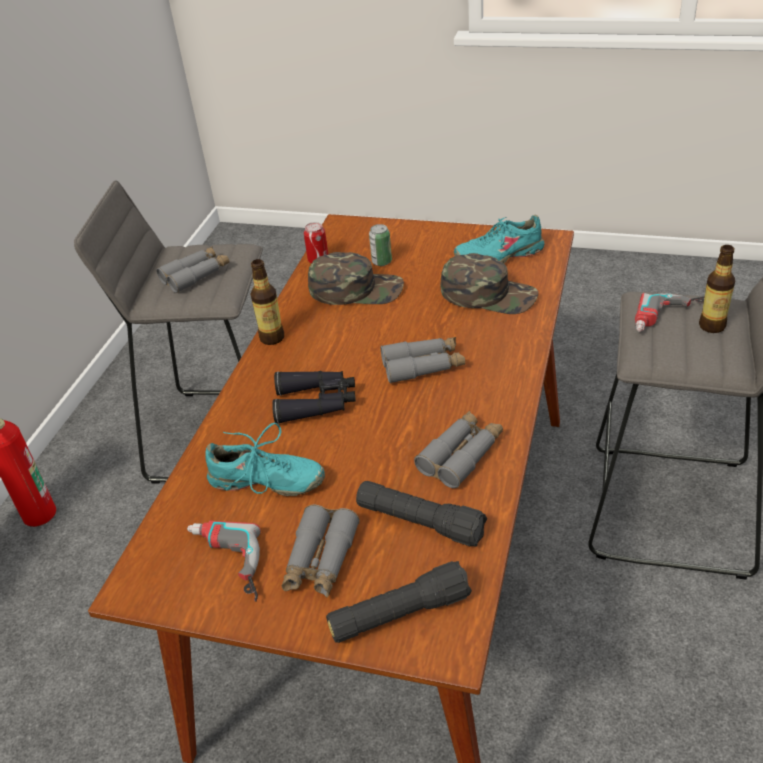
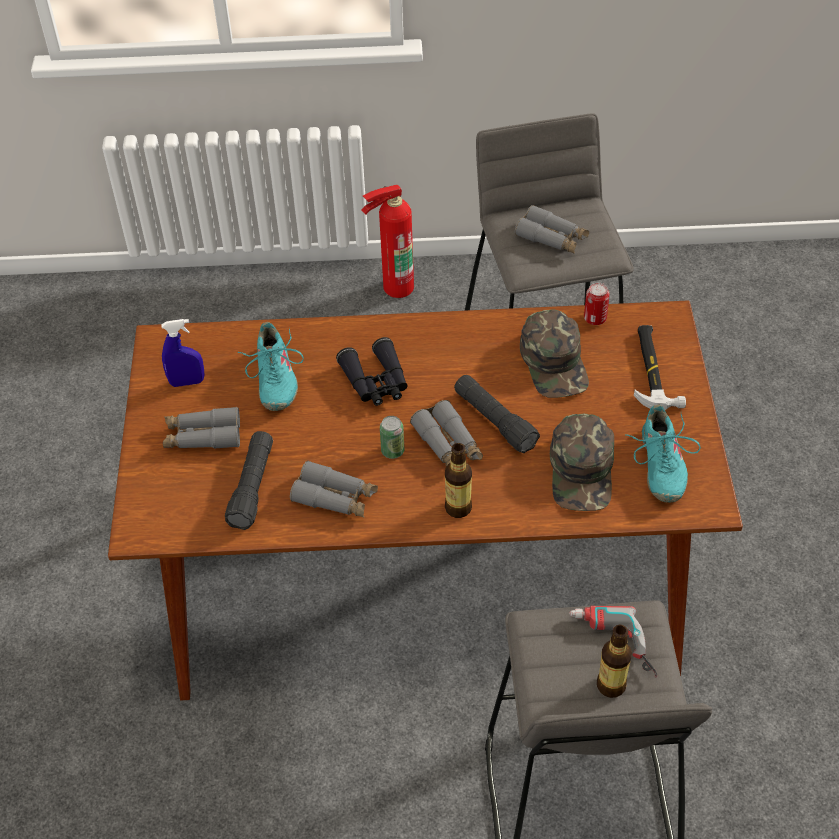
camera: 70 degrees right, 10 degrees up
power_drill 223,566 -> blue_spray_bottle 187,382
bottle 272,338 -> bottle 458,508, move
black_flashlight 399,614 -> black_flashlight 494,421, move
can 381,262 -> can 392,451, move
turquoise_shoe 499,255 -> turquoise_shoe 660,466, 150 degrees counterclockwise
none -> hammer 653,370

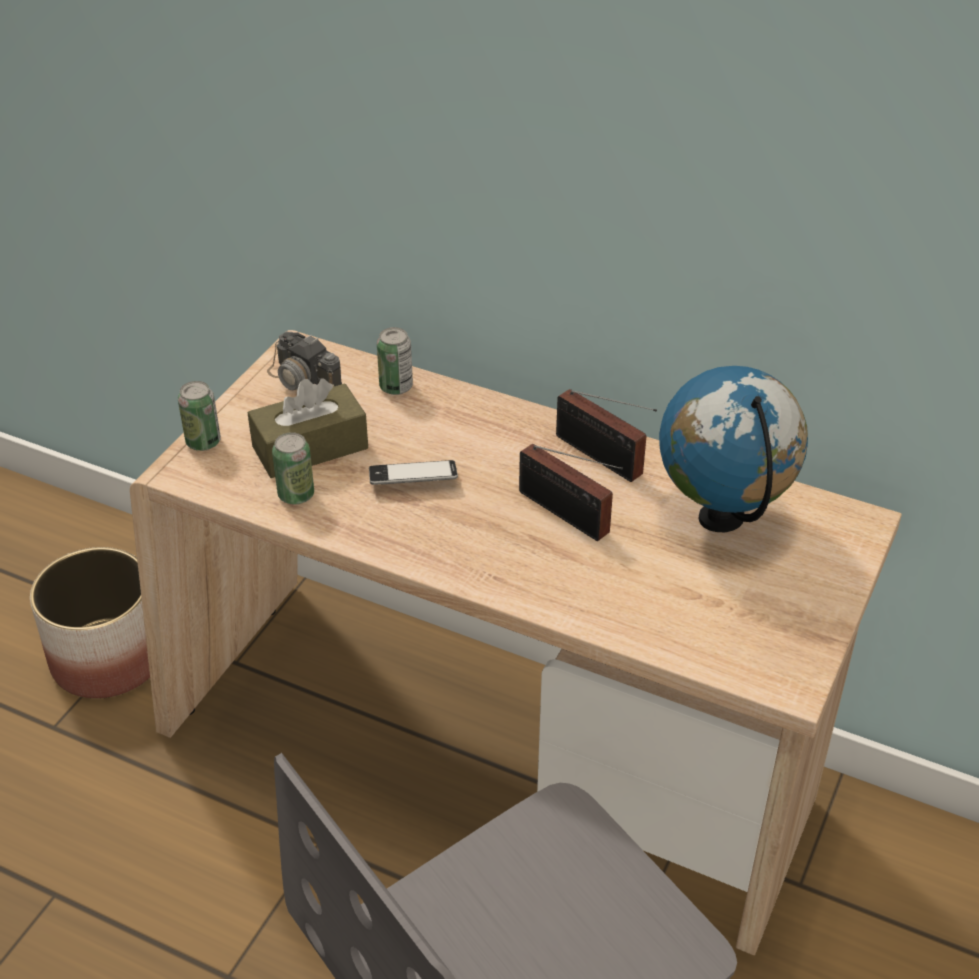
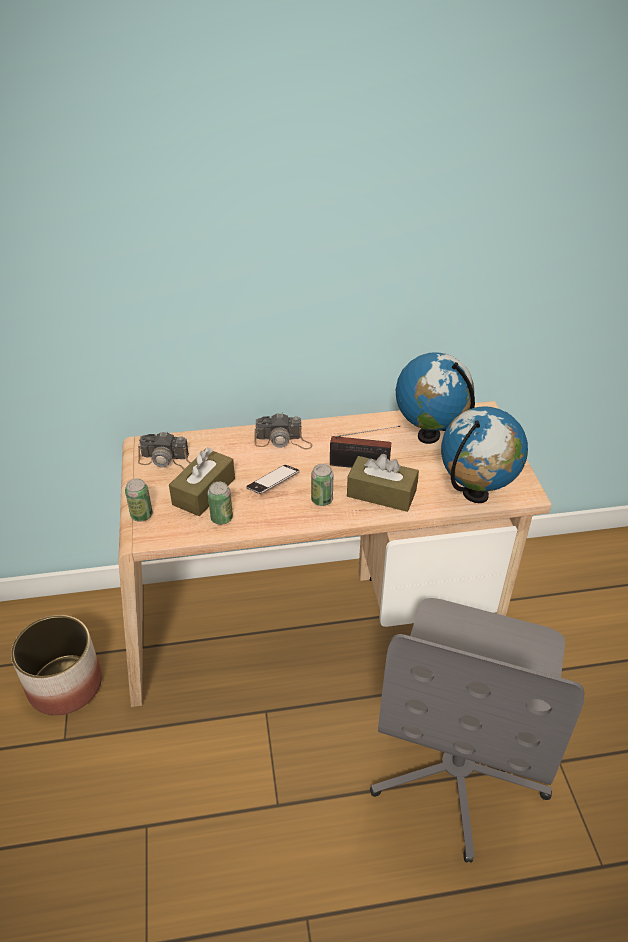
camera: 35 degrees left, 0 degrees up
can 396,387 -> can 322,500, move
radio 602,458 -> none
none -> photo_camera 283,441
none -> brown_tissue_box 381,493
none -> globe 475,495

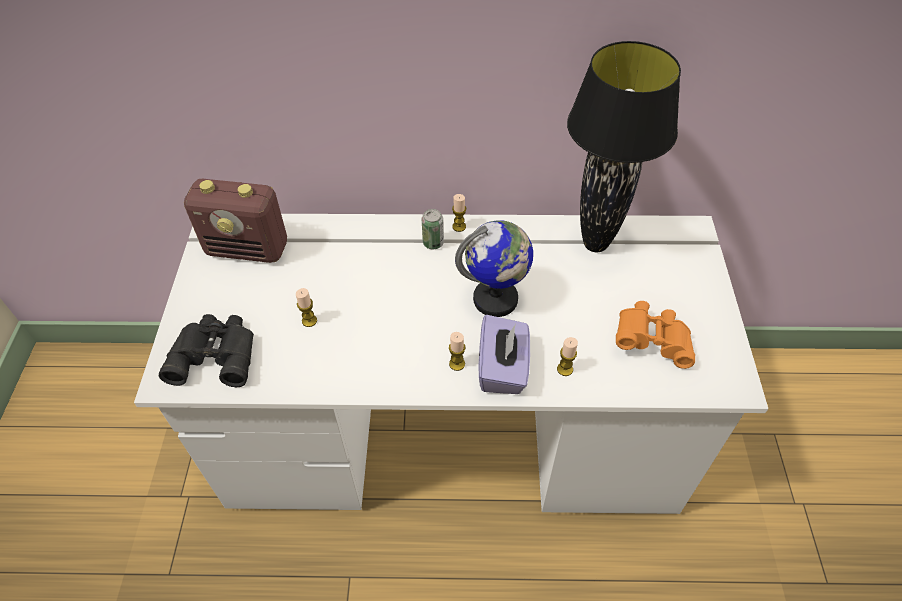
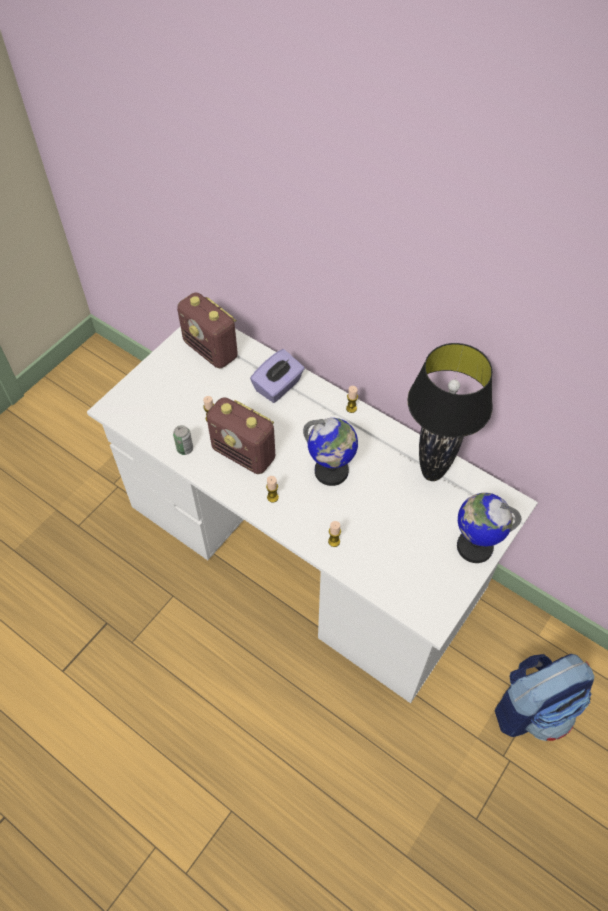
camera: 35 degrees right, 5 degrees up
black_binoculars 215,353 -> none
can 433,243 -> can 185,449, move
purple_tissue_box 503,369 -> purple_tissue_box 278,386, move
orange_binoculars 652,341 -> none
none -> radio 244,454
none -> globe 474,546
none -> backpack 532,707

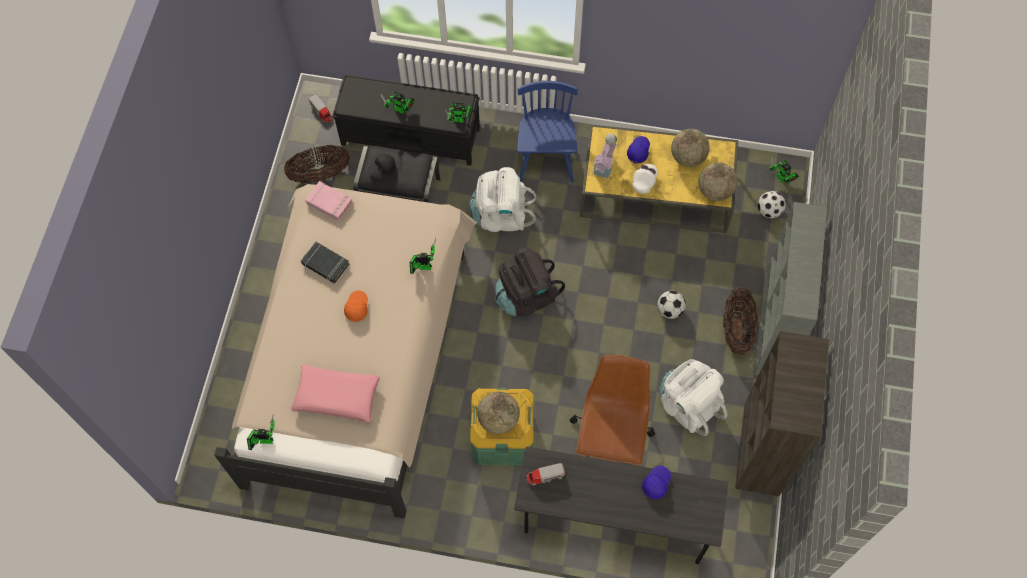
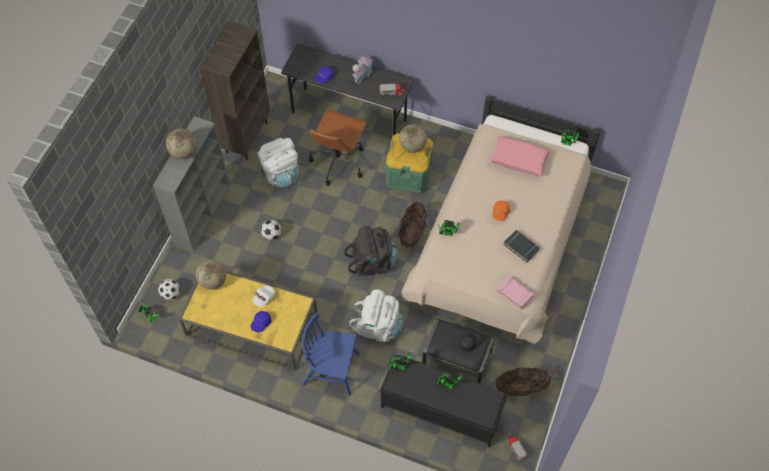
camera: 170 degrees left, 5 degrees down
blue_chair 546,157 -> blue_chair 331,370, 90 degrees clockwise
toy_house 605,165 -> toy_house 362,75, move
globe 688,157 -> globe 183,152, move
basket 736,329 -> basket 412,233, move

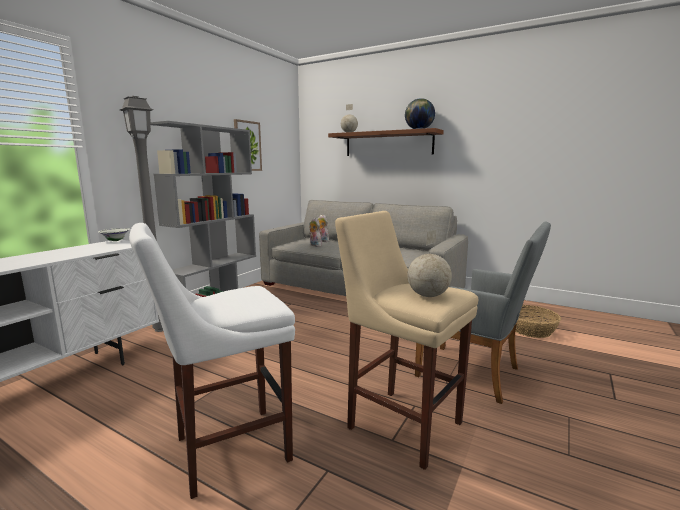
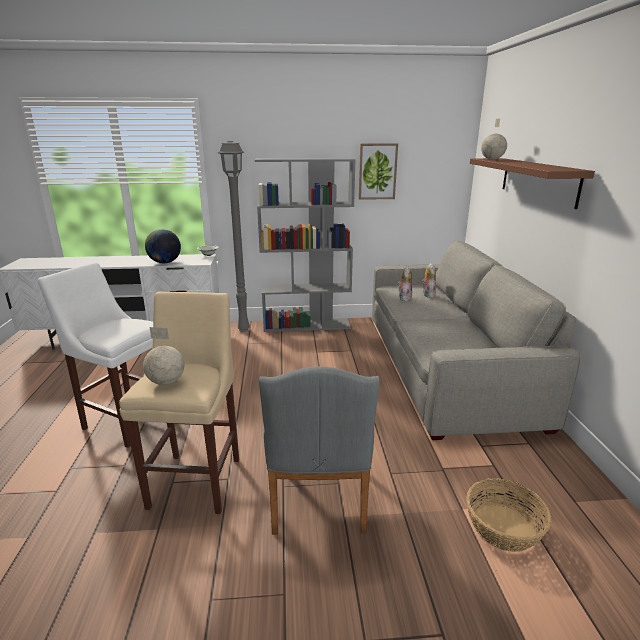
camera: 55 degrees right, 10 degrees up
globe 419,129 -> globe 165,262, move

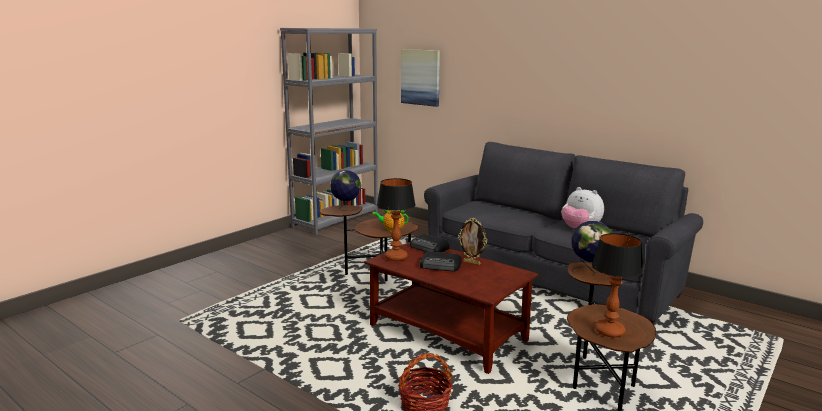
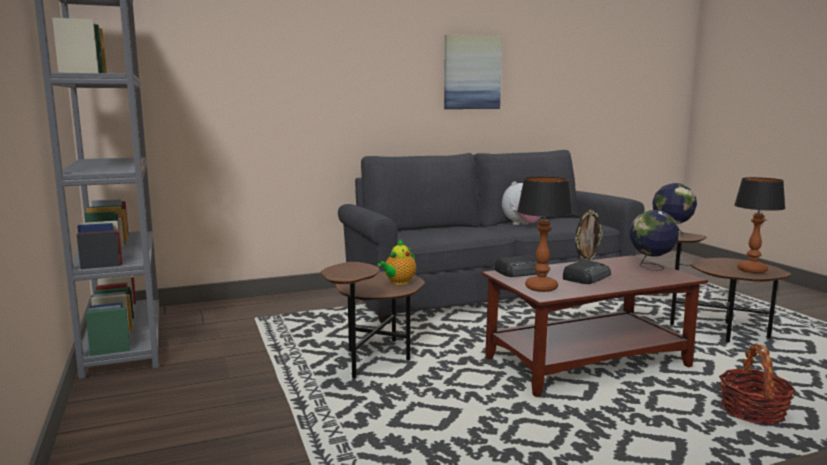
camera: 60 degrees left, 5 degrees down
globe 346,208 -> globe 651,268, move
picture 421,77 -> picture 472,72, move

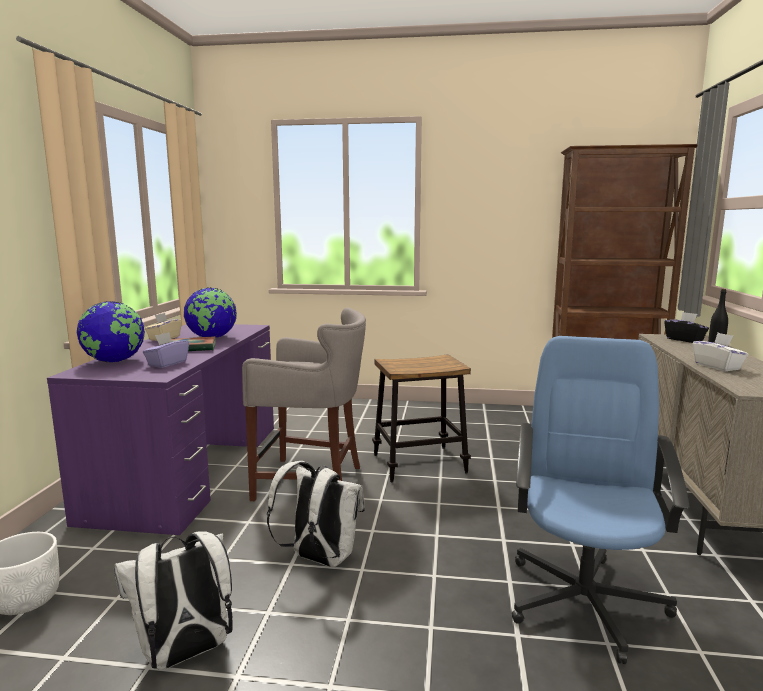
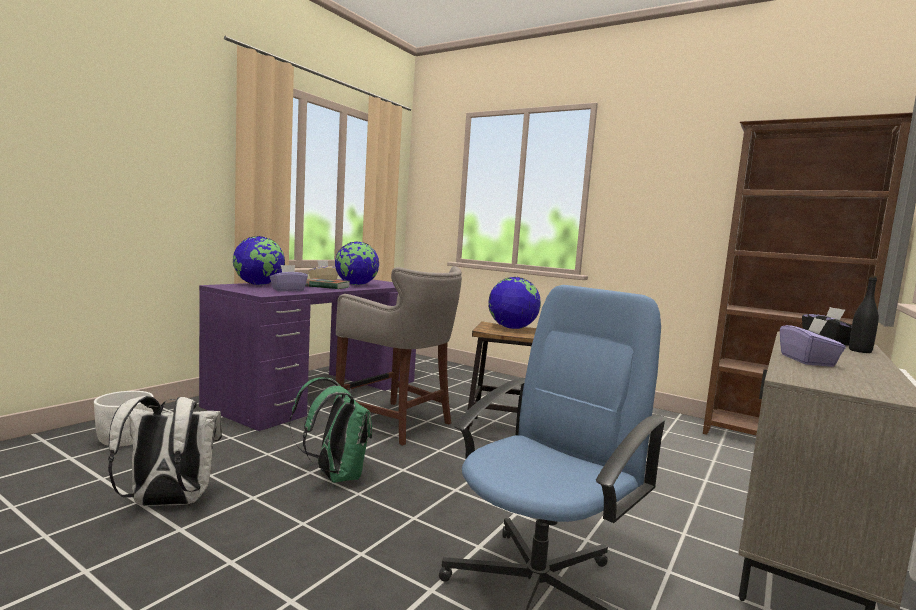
camera: 25 degrees right, 5 degrees down
white_backpack 319,559 -> green_backpack 334,475
white_tissue_box 717,366 -> purple_tissue_box 807,361
none -> globe 512,328

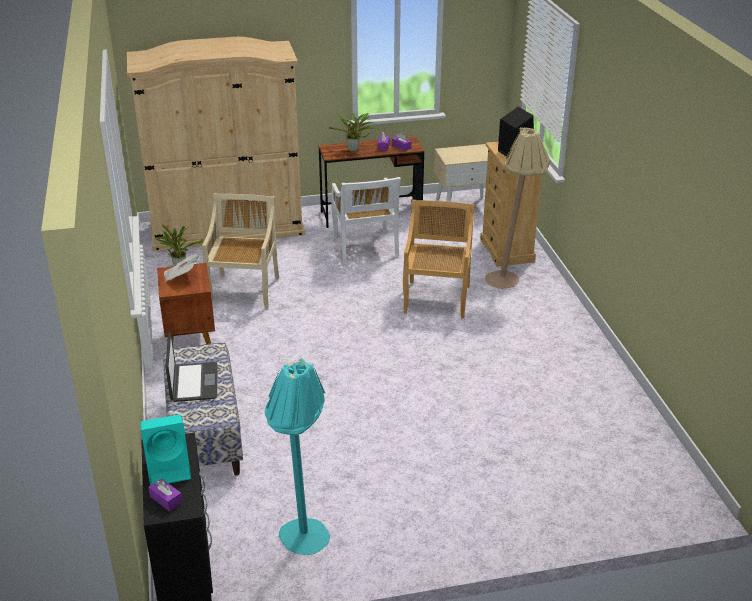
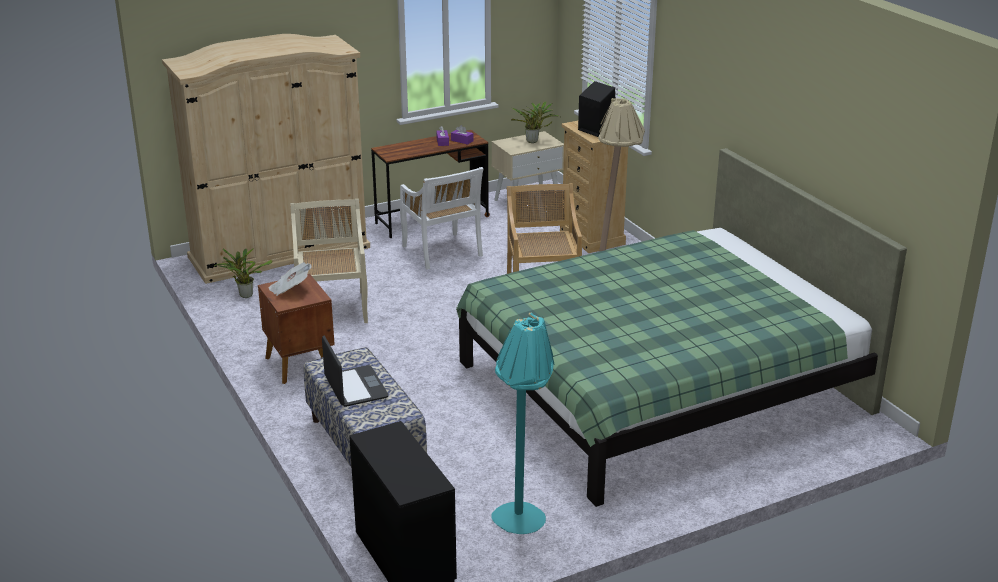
camera: 15 degrees left, 5 degrees down
turquoise_speaker 170,469 -> none
purple_tissue_box 166,499 -> none
potted_plant 354,150 -> potted_plant 534,141, move
none -> green_bed 659,386

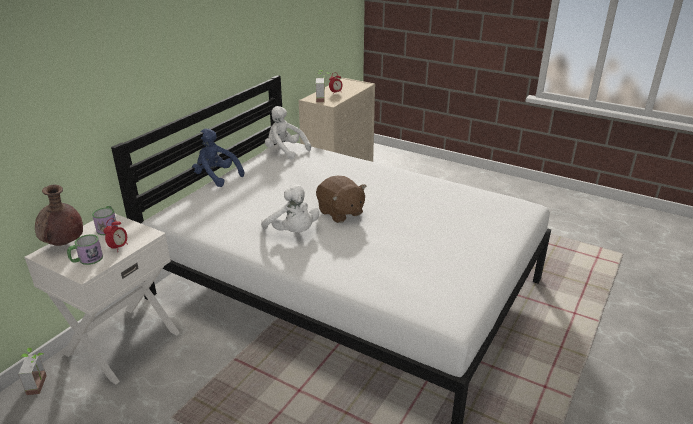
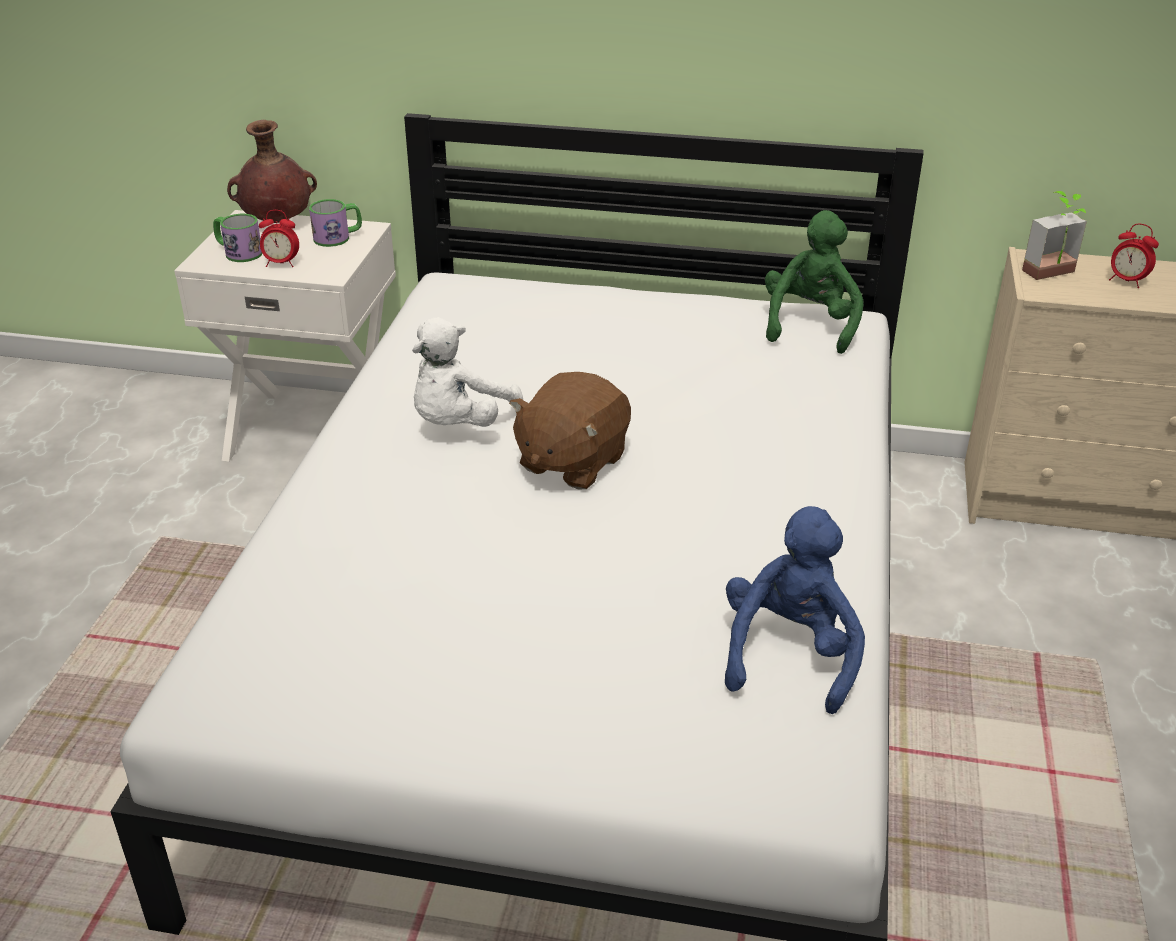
camera: 70 degrees right, 5 degrees up
potted_plant 42,384 -> none
blue_plush_toy 216,177 -> blue_plush_toy 789,654, move
white_plush_toy 285,151 -> green_plush_toy 810,325

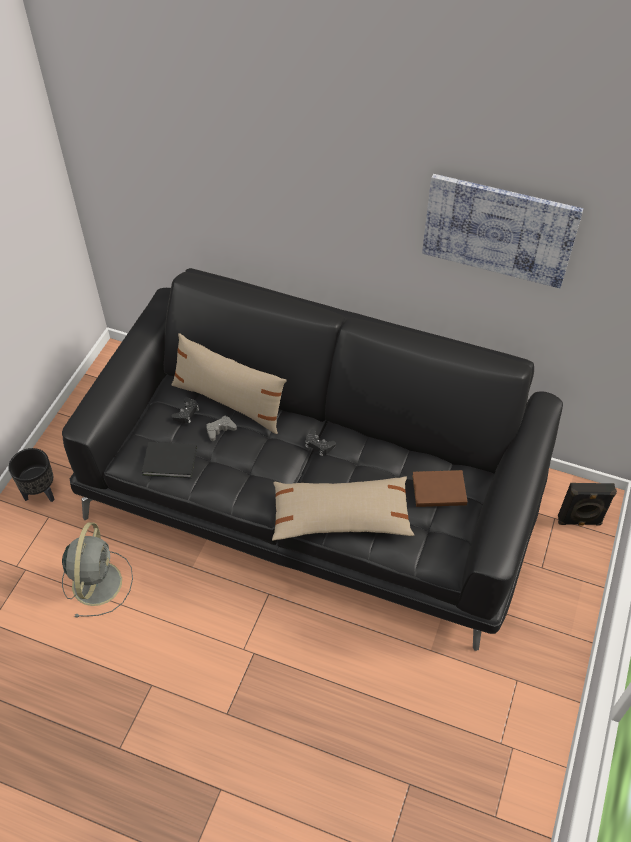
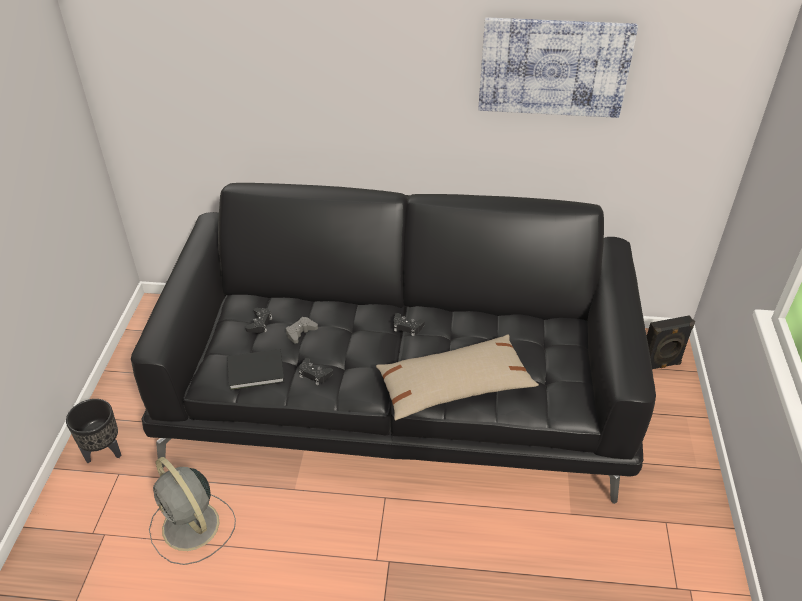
camera: 15 degrees left, 10 degrees down
grey_fan 97,581 -> grey_fan 192,527, 150 degrees clockwise
beige_pillow 229,401 -> none
brown_book 437,489 -> none
none -> black_game_controller 314,374

